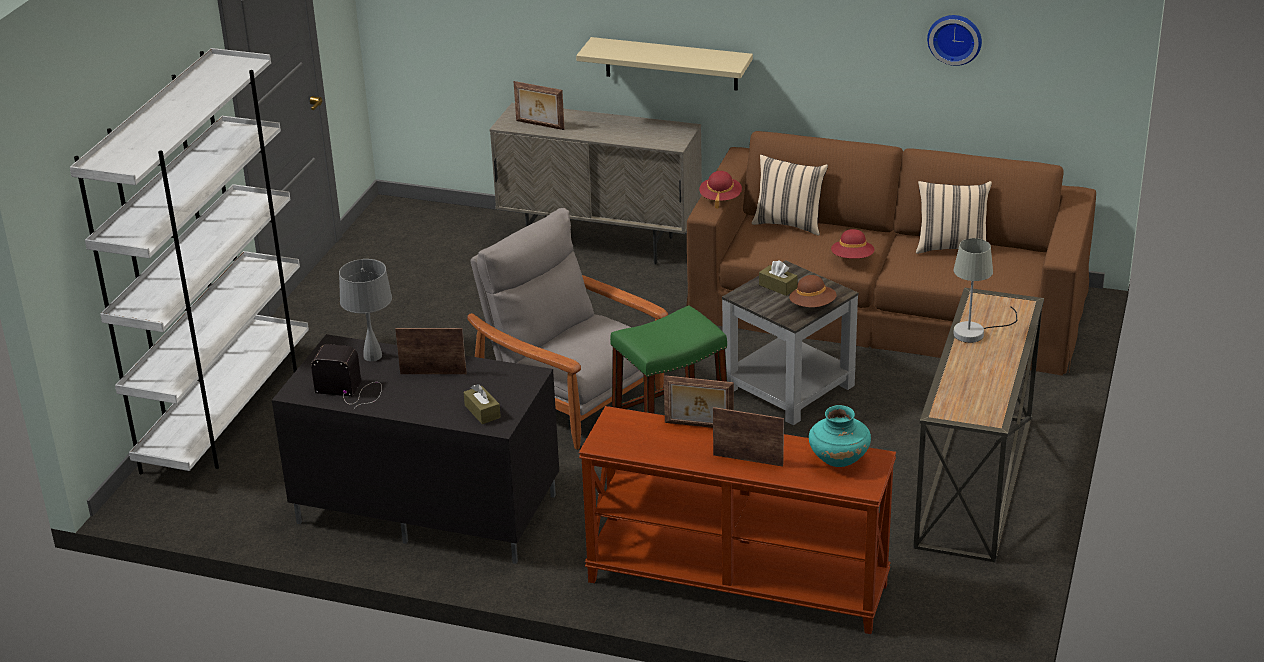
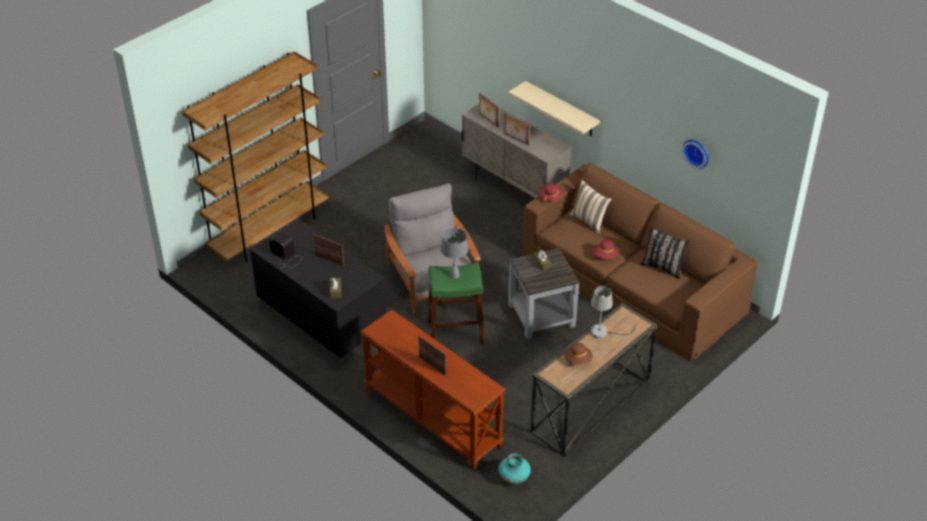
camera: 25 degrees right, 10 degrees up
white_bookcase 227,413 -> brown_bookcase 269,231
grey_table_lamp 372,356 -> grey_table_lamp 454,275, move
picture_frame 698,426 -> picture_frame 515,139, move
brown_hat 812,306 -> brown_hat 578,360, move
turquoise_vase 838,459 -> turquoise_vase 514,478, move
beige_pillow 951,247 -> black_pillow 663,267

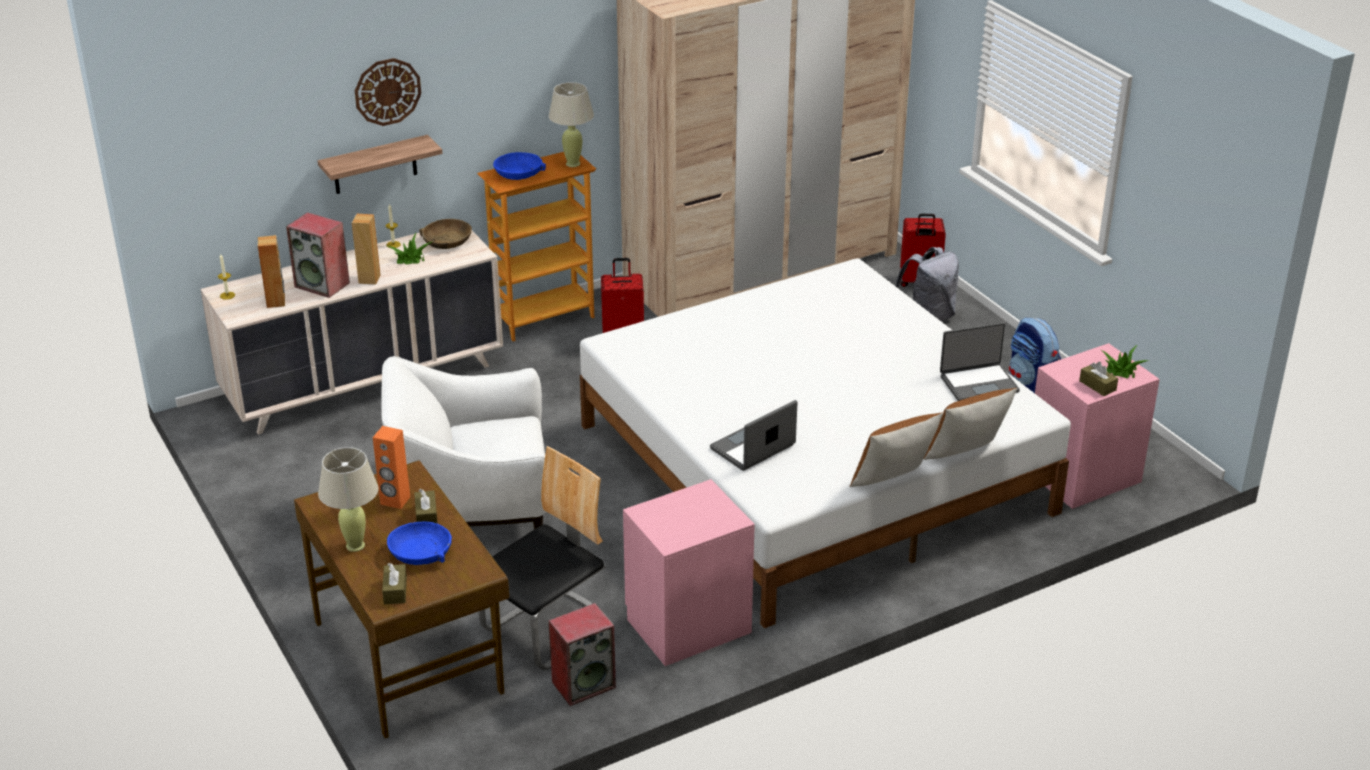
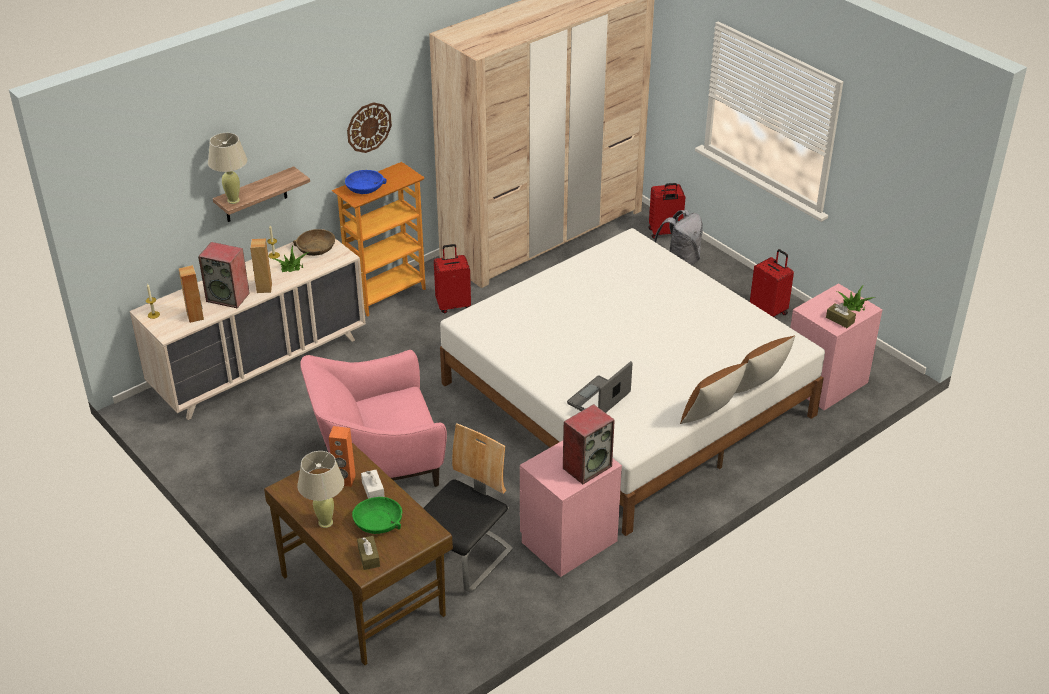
camera: 10 degrees left, 5 degrees up
wall_clock 387,91 -> wall_clock 368,127, move
white_armchair 474,508 -> pink_armchair 378,463
blue_bowl 421,552 -> green_bowl 378,522
brown_tissue_box 426,515 -> white_tissue_box 373,490
beige_table_lamp 573,164 -> beige_table_lamp 233,200, move
speaker 584,684 -> speaker 587,466, move
laptop 978,383 -> none
backpack 1032,384 -> red_suitcase 769,310

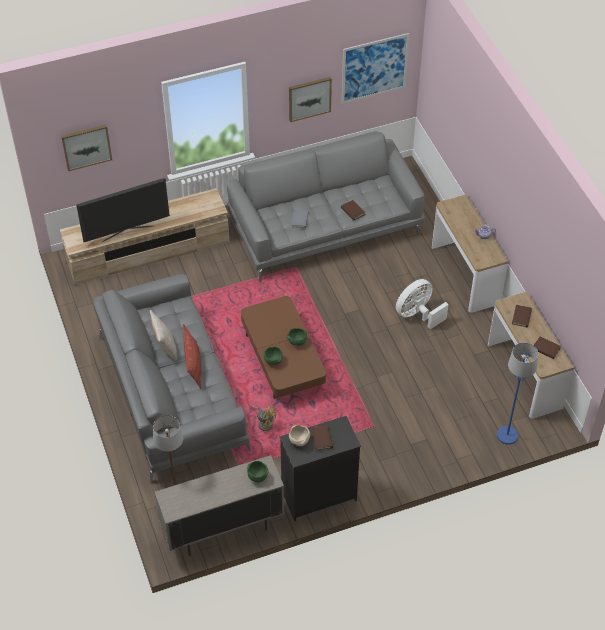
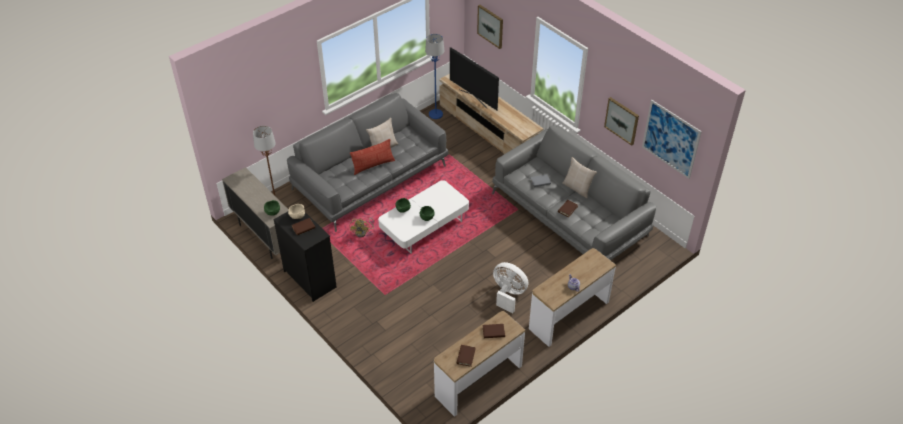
camera: 70 degrees right, 5 degrees down
brown_coffee_table 283,360 -> white_coffee_table 424,226
blue_floor_lamp 507,435 -> blue_floor_lamp 435,114, move
none -> beige_pillow 577,188

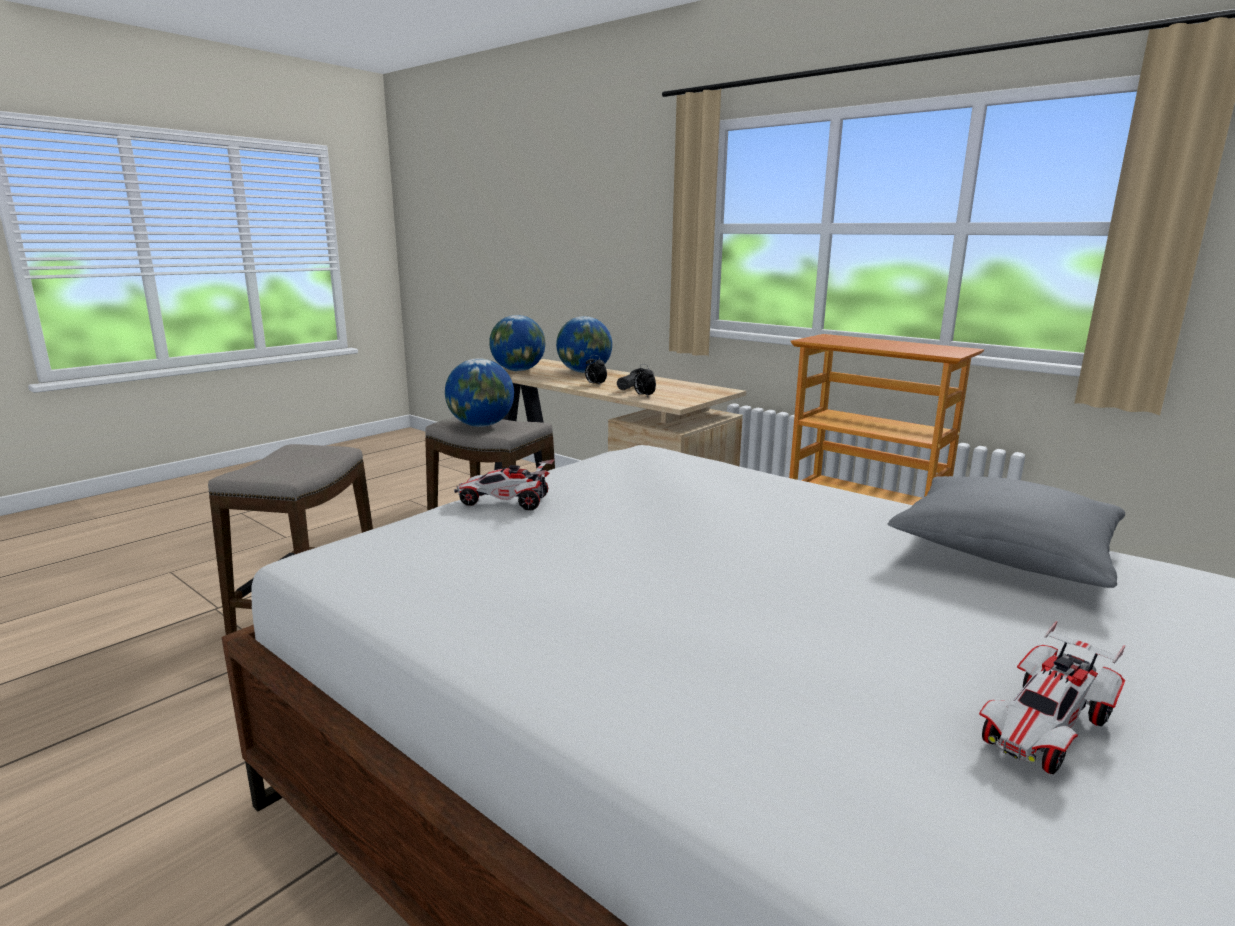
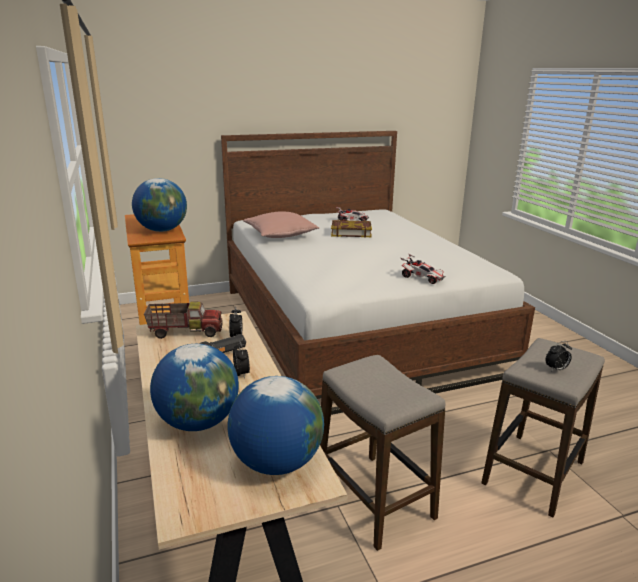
camera: 150 degrees left, 5 degrees up
globe 481,425 -> globe 162,230, move
grey_pillow 1003,552 -> pink_pillow 280,235
none -> toy_truck 185,331
none -> book 351,232
none -> alarm_clock 556,369

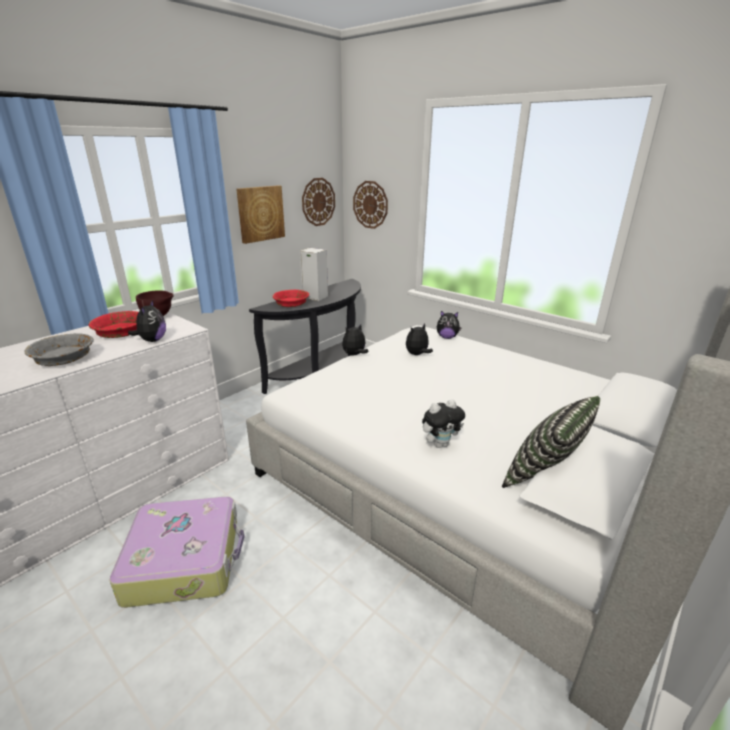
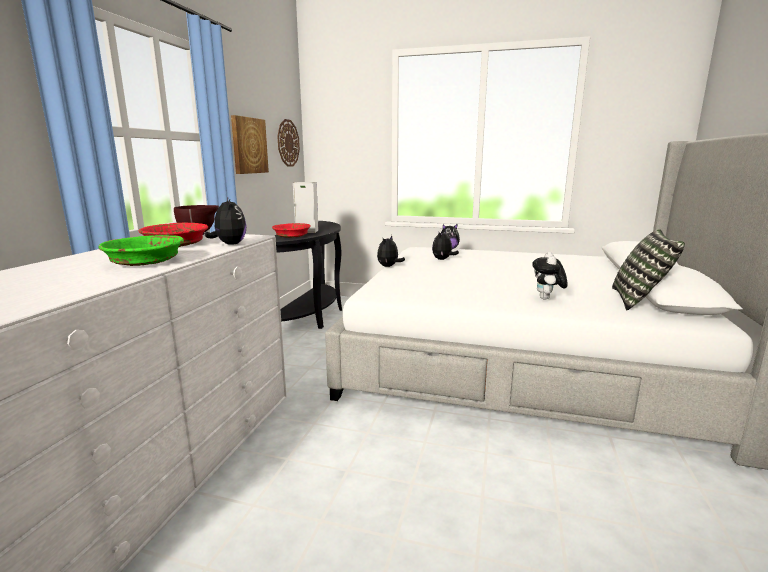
camera: 25 degrees left, 10 degrees down
grey_bowl 64,359 -> green_bowl 145,262
suitcase 185,559 -> none
wall_clock 370,205 -> none
plush_toy 440,444 -> plush_toy 547,299, 150 degrees clockwise

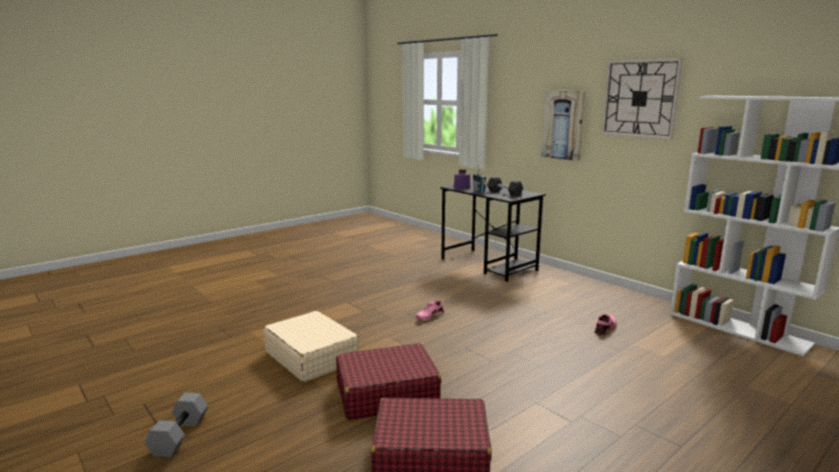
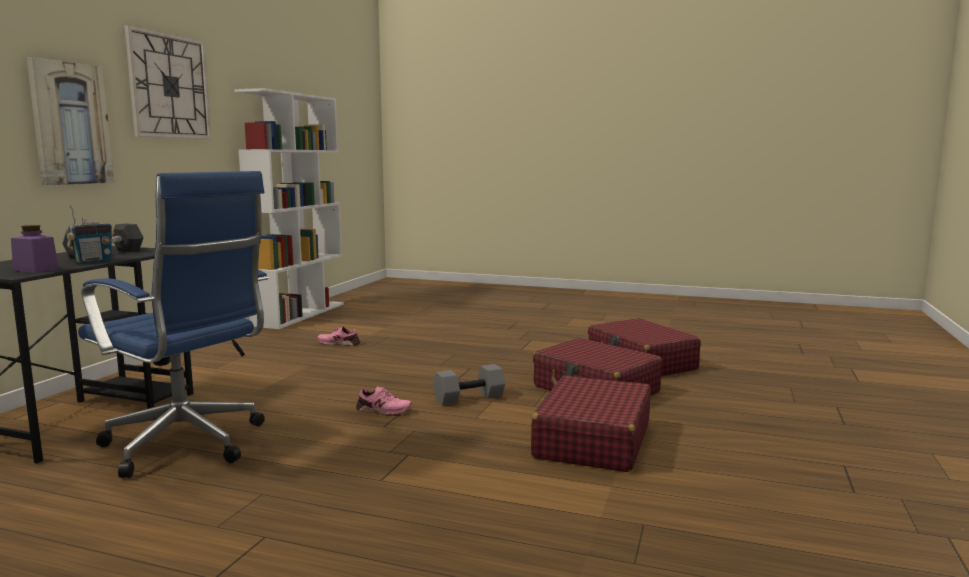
camera: 120 degrees left, 5 degrees down
grey_dumbbell 180,436 -> grey_dumbbell 469,397, move
beige_suitcase 311,357 -> red_suitcase 592,441
none -> blue_office_chair 188,446

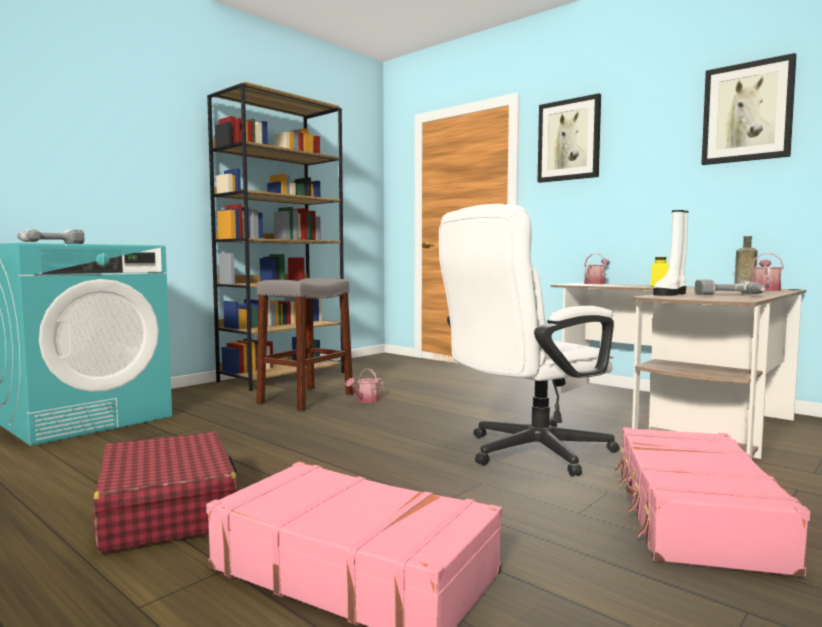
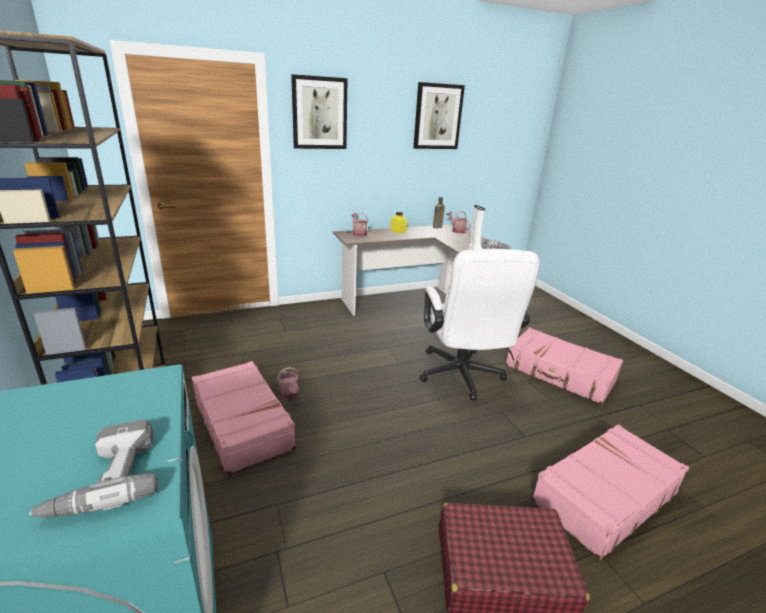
camera: 65 degrees left, 20 degrees up
grey_stool 306,398 -> pink_suitcase 243,423

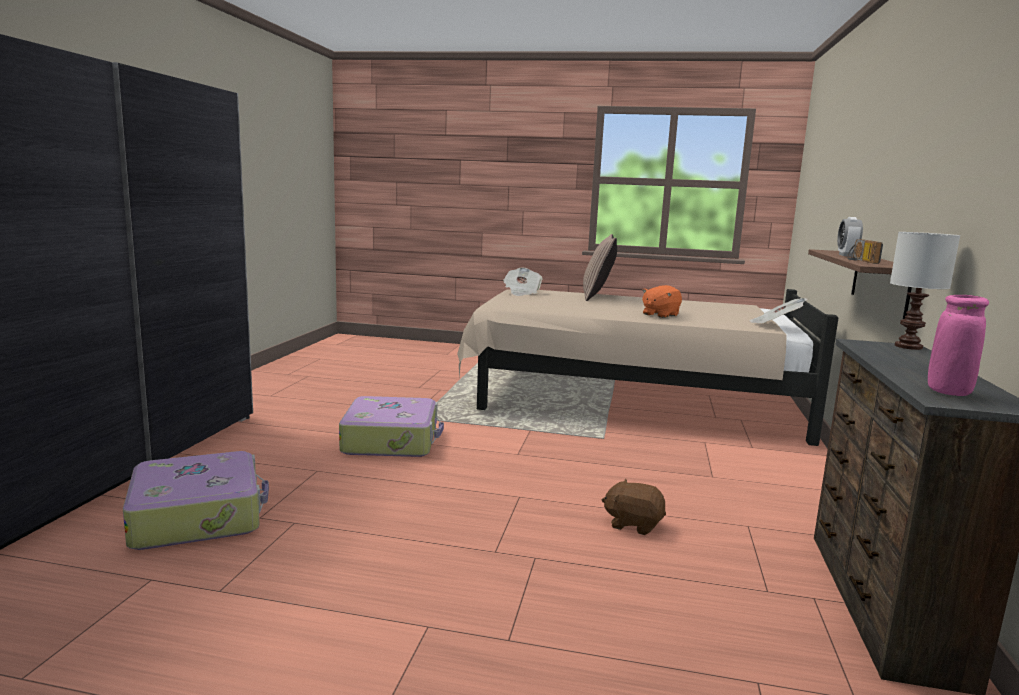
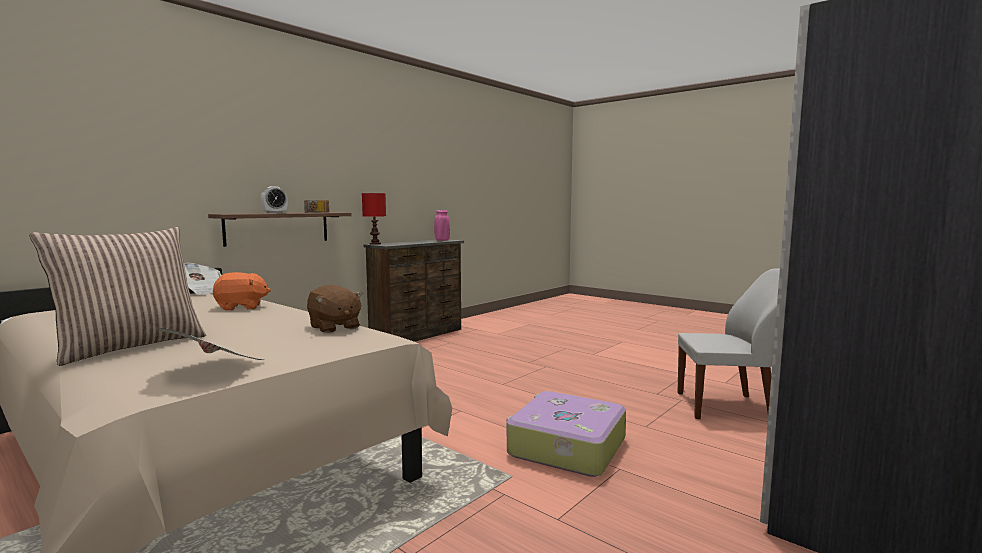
camera: 150 degrees left, 5 degrees down
suitcase 198,515 -> white_chair 726,407
brown_plush_toy 633,524 -> brown_plush_toy 334,327, move
white_table_lamp 907,346 -> red_table_lamp 375,244

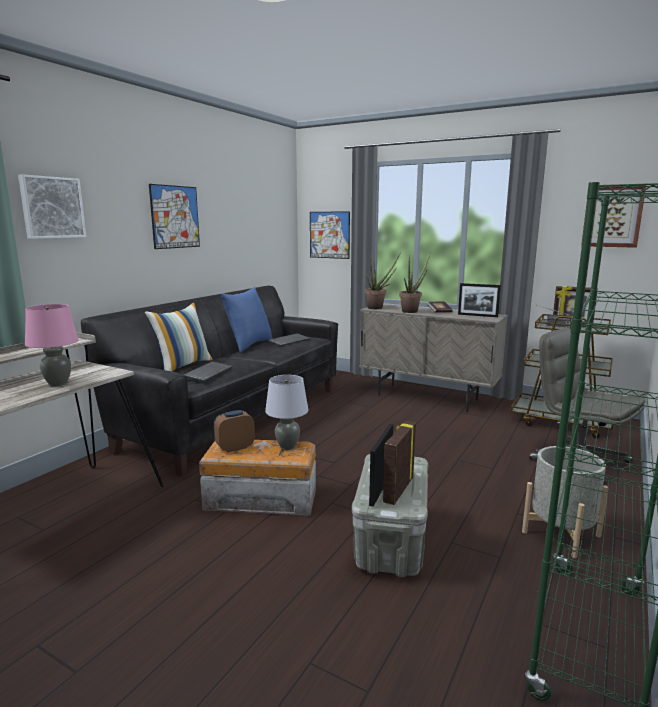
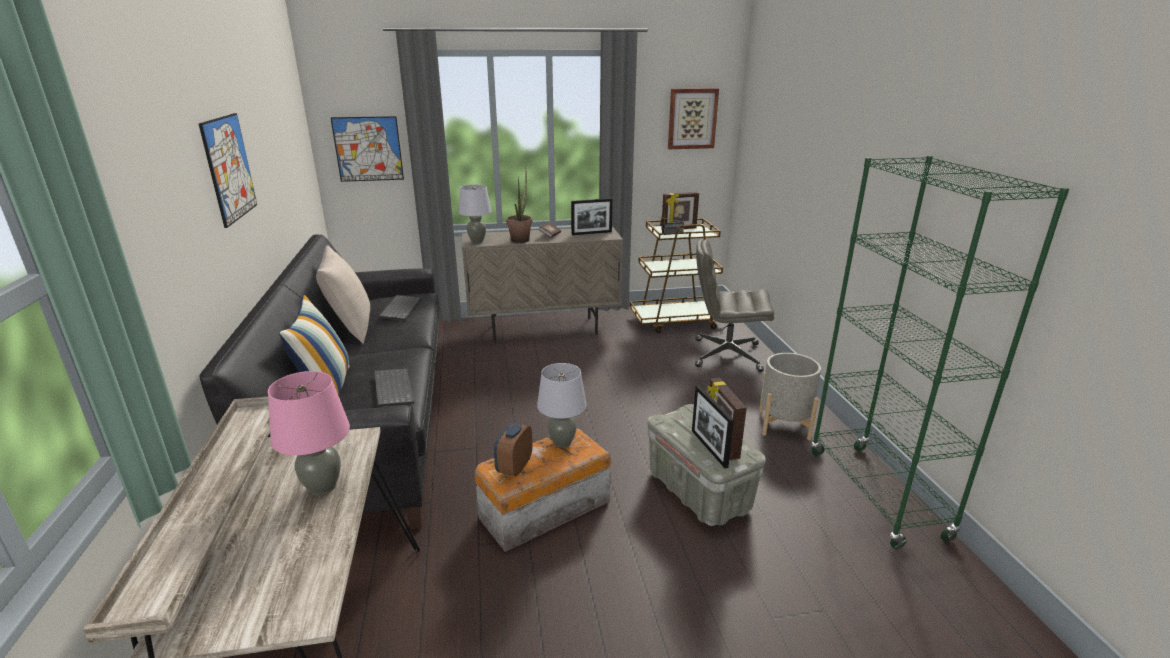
camera: 40 degrees left, 10 degrees up
picture 52,207 -> none
blue_pillow 249,345 -> beige_pillow 351,328
potted_plant 378,308 -> grey_table_lamp 477,241

